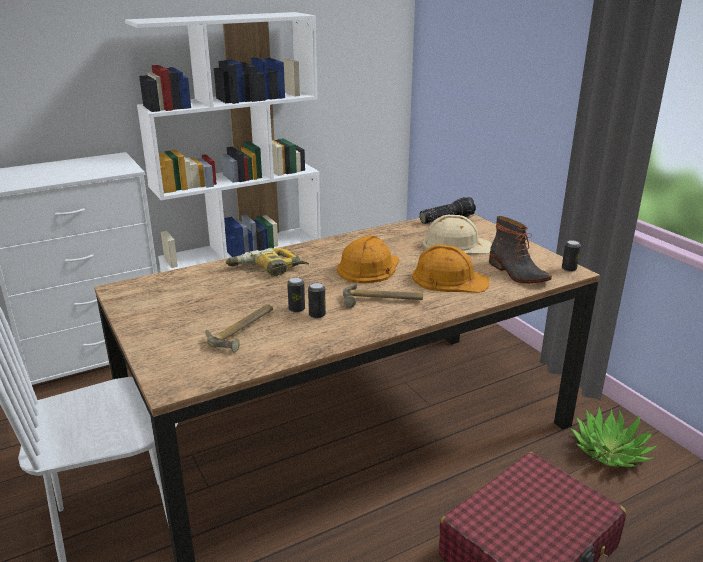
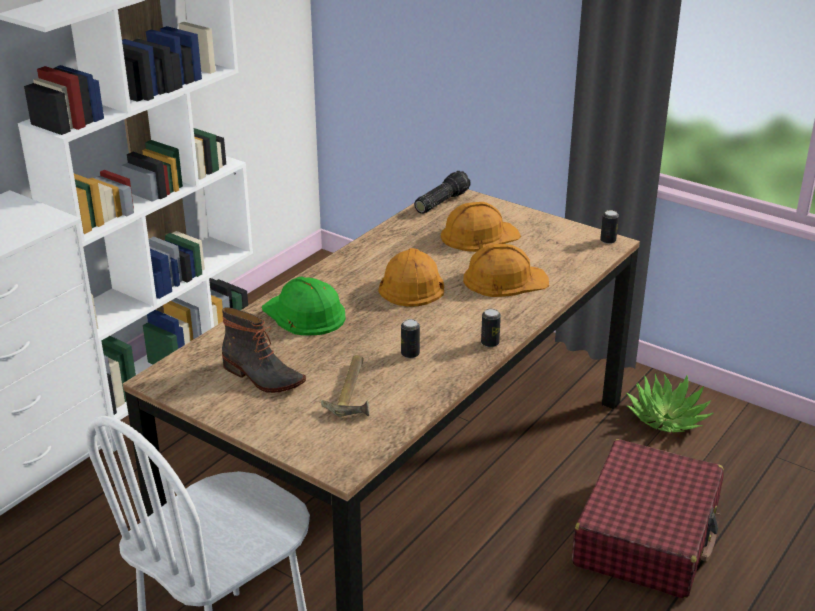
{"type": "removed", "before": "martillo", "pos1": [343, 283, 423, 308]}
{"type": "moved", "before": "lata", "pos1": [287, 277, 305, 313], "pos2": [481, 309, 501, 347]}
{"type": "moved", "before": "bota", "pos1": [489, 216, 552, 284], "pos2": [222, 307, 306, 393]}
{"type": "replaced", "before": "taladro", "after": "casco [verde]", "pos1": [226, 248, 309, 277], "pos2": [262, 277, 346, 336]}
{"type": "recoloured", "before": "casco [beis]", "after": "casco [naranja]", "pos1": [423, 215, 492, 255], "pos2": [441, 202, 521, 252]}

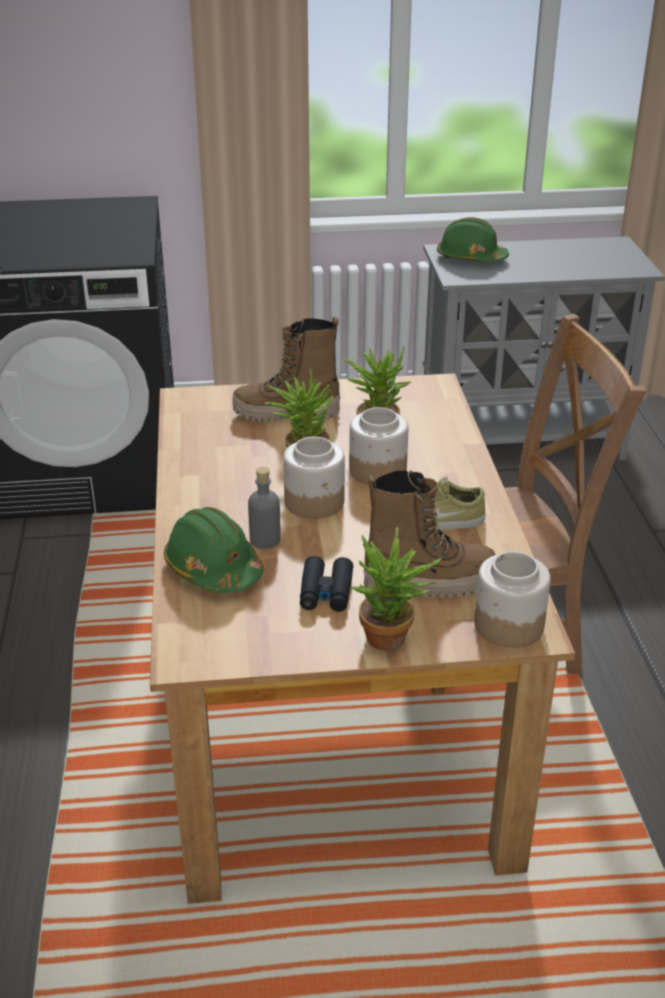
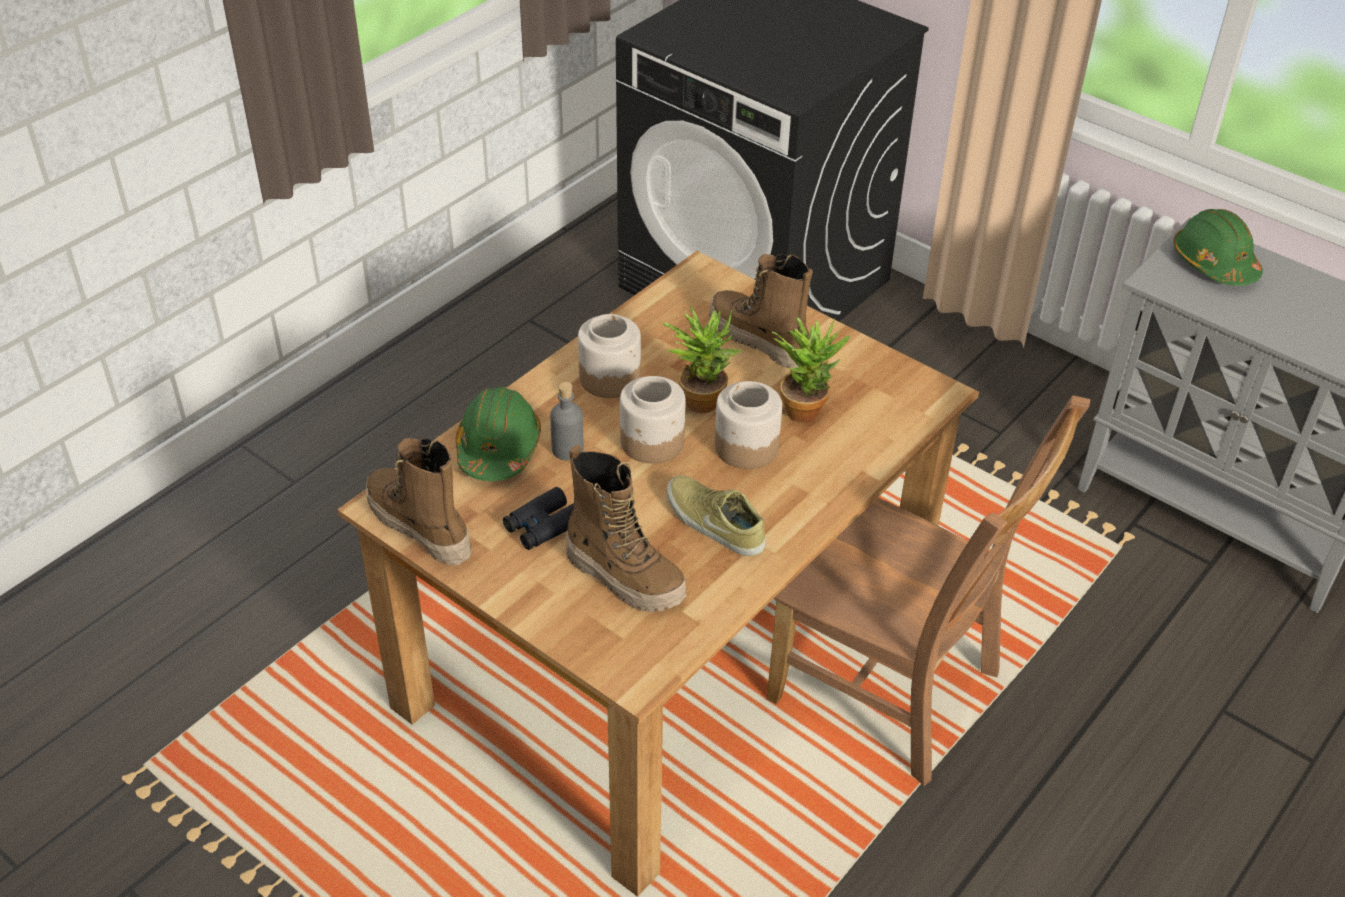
{"type": "removed", "before": "planta en maceta", "pos1": [351, 527, 441, 651]}
{"type": "added", "after": "bota", "pos2": [366, 438, 472, 565]}
{"type": "moved", "before": "tarro", "pos1": [474, 551, 551, 648], "pos2": [578, 314, 641, 398]}

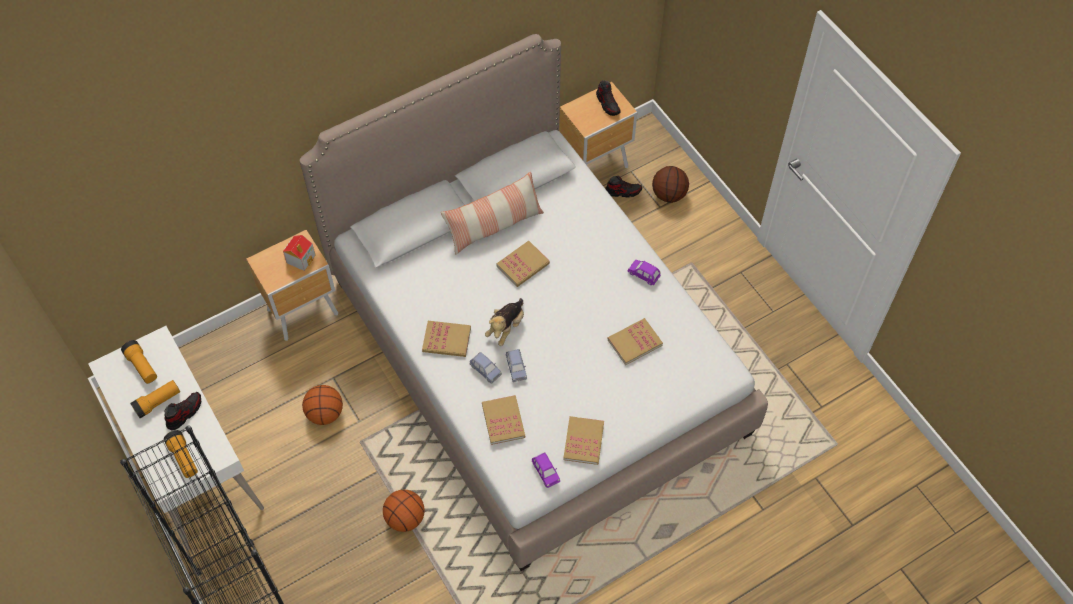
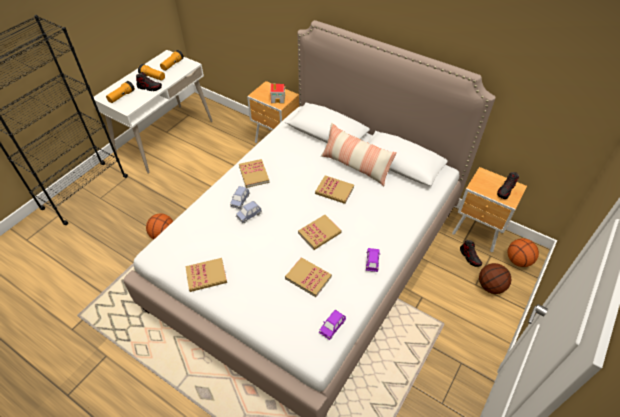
{"type": "removed", "before": "peluche", "pos1": [485, 298, 524, 346]}
{"type": "moved", "before": "balón de baloncesto", "pos1": [302, 385, 343, 425], "pos2": [508, 238, 539, 267]}
{"type": "moved", "before": "libro", "pos1": [482, 395, 525, 445], "pos2": [298, 215, 342, 250]}
{"type": "moved", "before": "coche de juguete [morado]", "pos1": [532, 452, 560, 488], "pos2": [319, 310, 346, 340]}

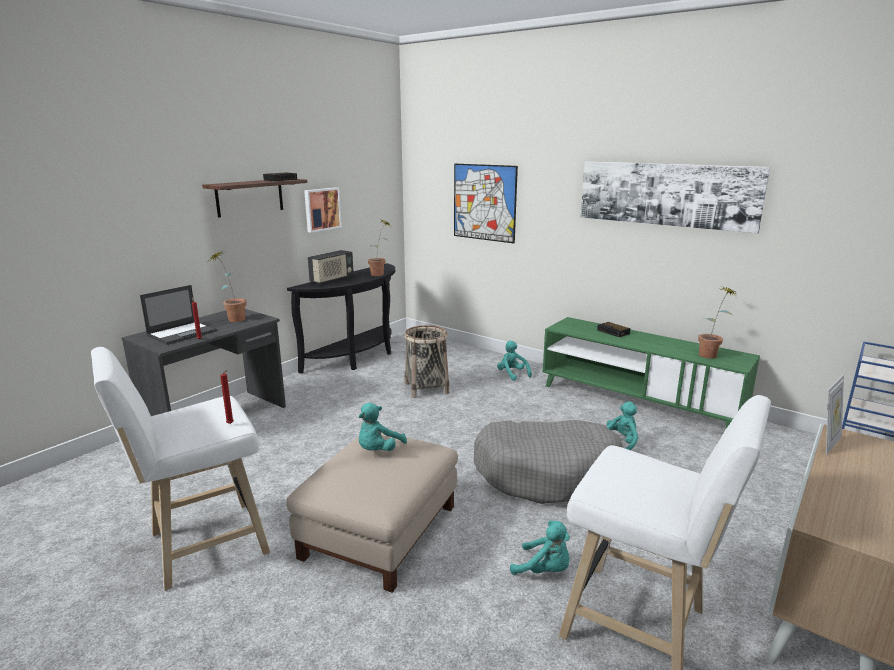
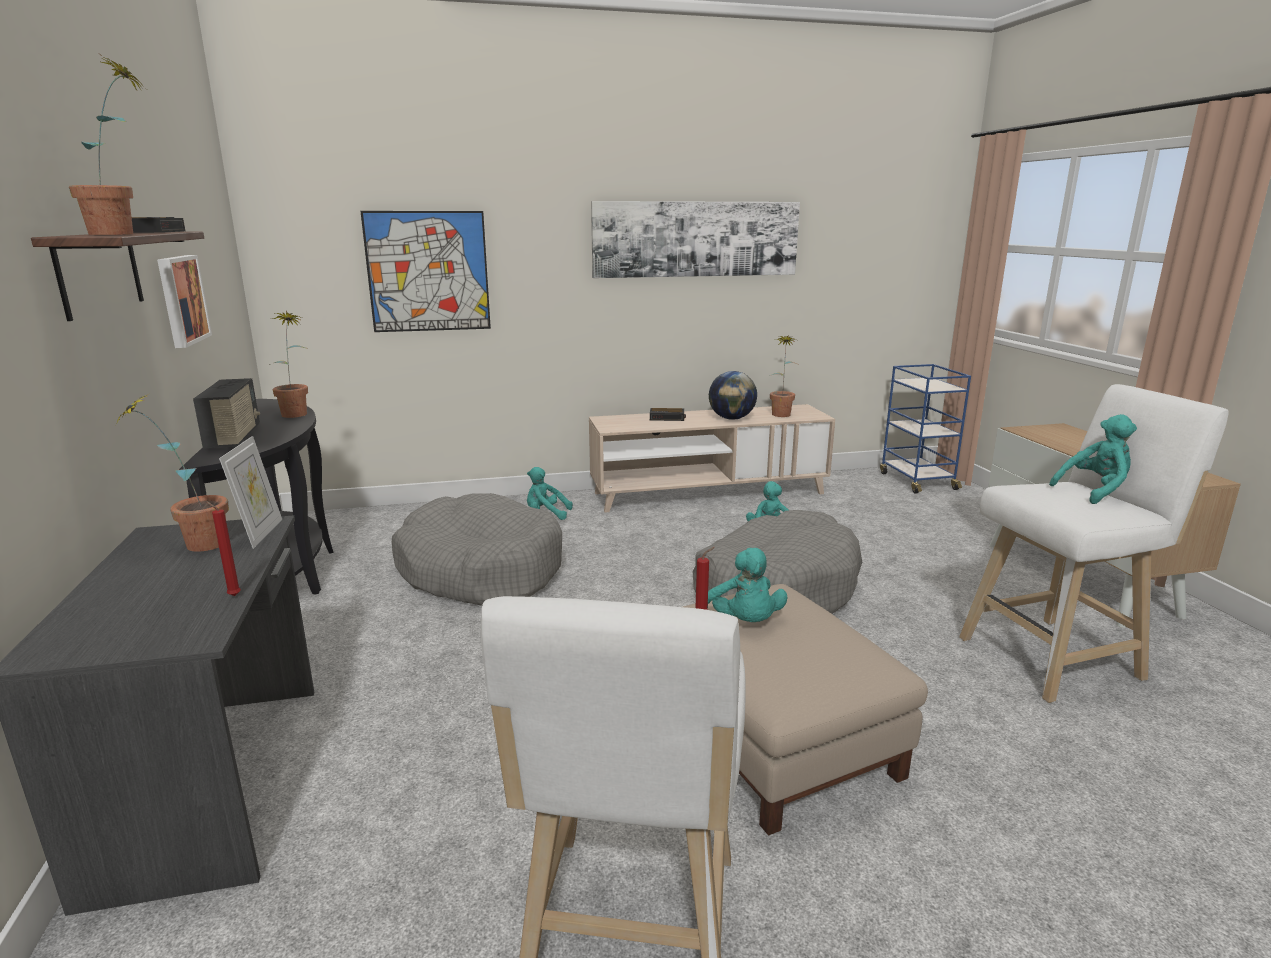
{"type": "removed", "before": "portátil", "pos1": [140, 285, 217, 345]}
{"type": "added", "after": "planta en maceta", "pos2": [69, 55, 145, 235]}
{"type": "added", "after": "globo terráqueo", "pos2": [709, 371, 757, 420]}
{"type": "moved", "before": "peluche [turquesa]", "pos1": [510, 520, 570, 575], "pos2": [1049, 414, 1137, 504]}
{"type": "moved", "before": "portarretratos", "pos1": [826, 374, 844, 455], "pos2": [219, 436, 282, 549]}
{"type": "replaced", "before": "cesta", "after": "cama para perro [gris]", "pos1": [404, 325, 450, 398], "pos2": [392, 493, 562, 606]}
{"type": "recoloured", "before": "mueble de televisión [verde]", "after": "mueble de televisión [beis]", "pos1": [543, 317, 760, 428], "pos2": [589, 404, 835, 513]}

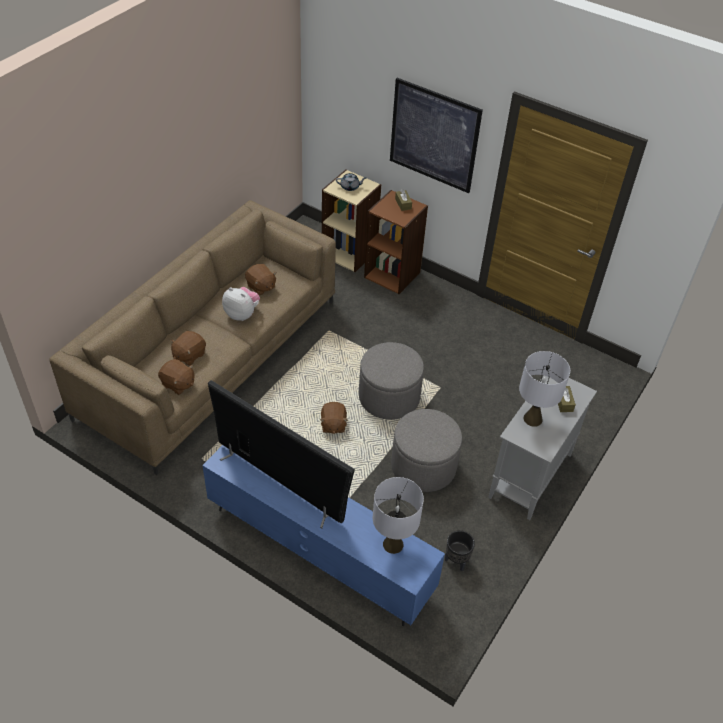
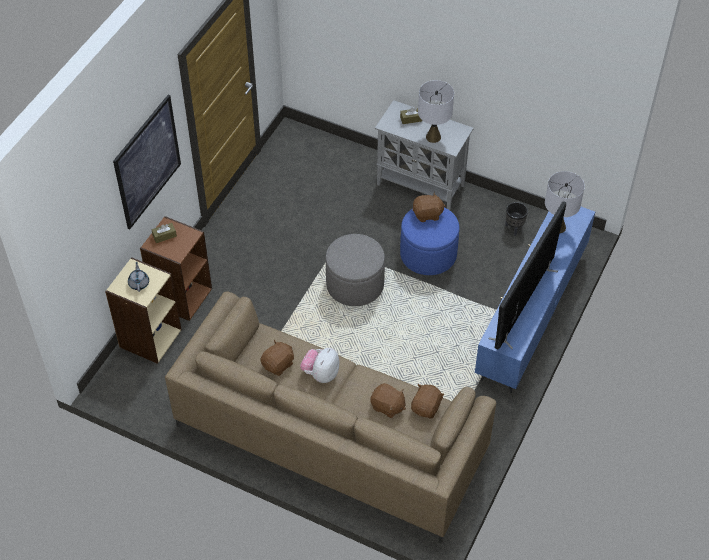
{"type": "moved", "before": "peluche [marrón]", "pos1": [320, 402, 348, 434], "pos2": [413, 192, 445, 222]}
{"type": "recoloured", "before": "puf [gris]", "after": "puf [azul]", "pos1": [391, 409, 462, 492], "pos2": [400, 207, 460, 275]}

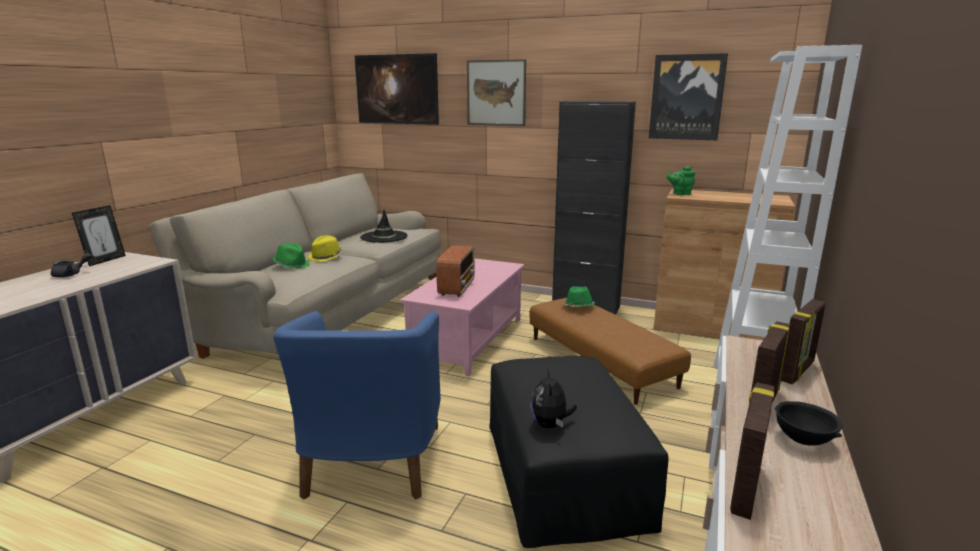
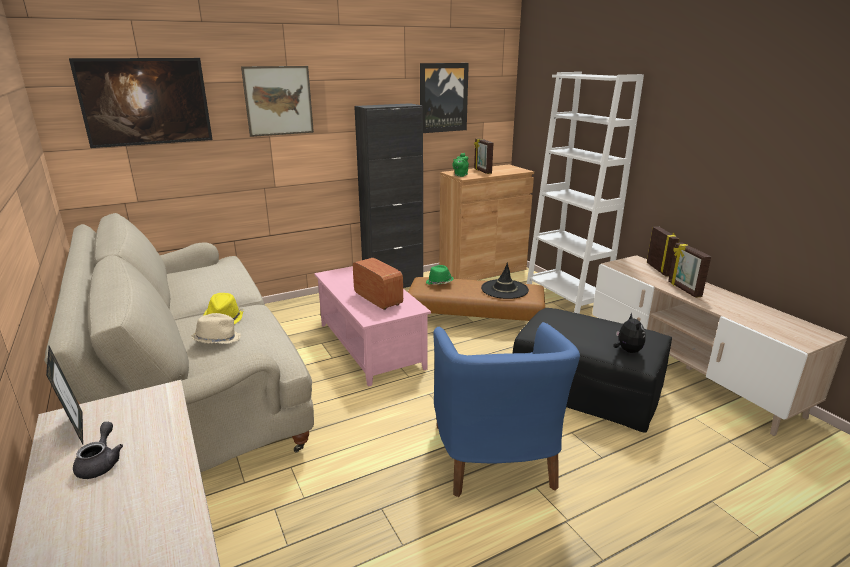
{"type": "removed", "before": "cuenco [negro]", "pos1": [775, 401, 843, 446]}
{"type": "moved", "before": "sombrero [negro]", "pos1": [360, 210, 408, 243], "pos2": [481, 262, 529, 299]}
{"type": "moved", "before": "portarretratos", "pos1": [730, 382, 775, 520], "pos2": [474, 138, 493, 174]}
{"type": "recoloured", "before": "sombrero [verde]", "after": "sombrero [beis]", "pos1": [273, 243, 310, 269], "pos2": [191, 313, 241, 344]}
{"type": "turned", "before": "sillón [azul]", "pos1": [273, 311, 441, 500], "pos2": [433, 322, 580, 497], "turn": 45}
{"type": "turned", "before": "peluche", "pos1": [530, 368, 577, 428], "pos2": [613, 313, 646, 353], "turn": -135}

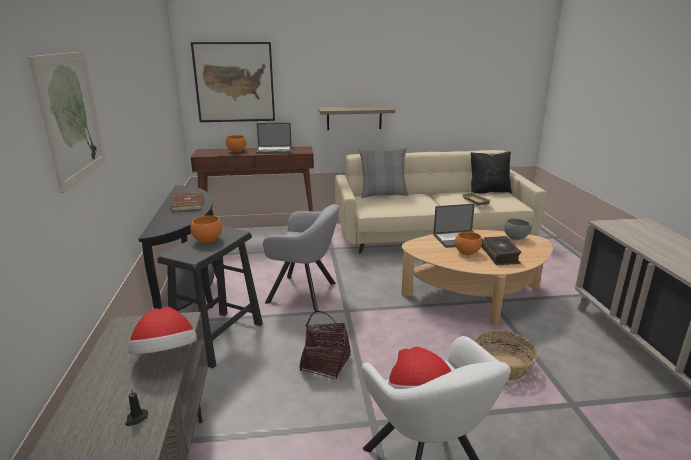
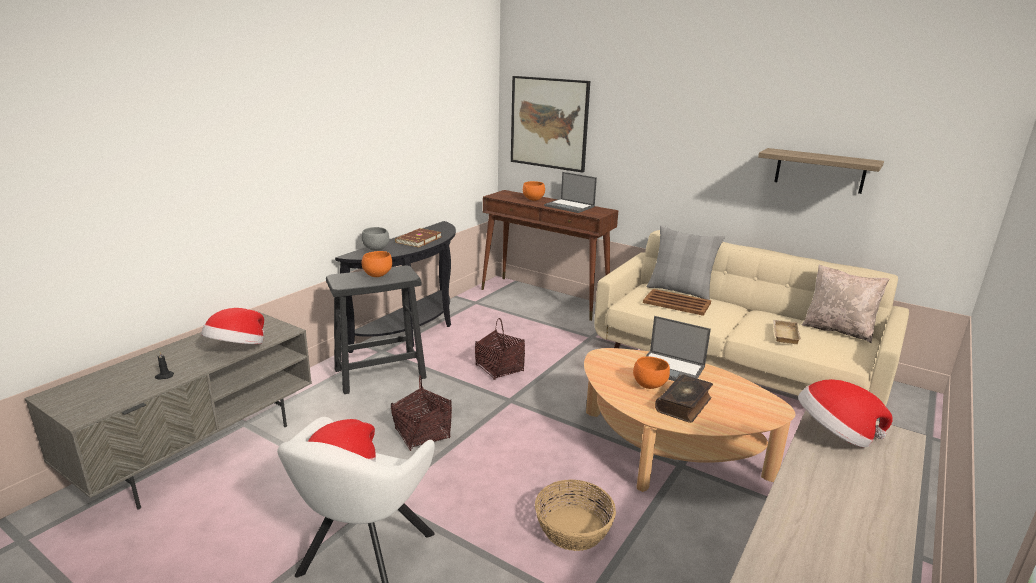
{"type": "removed", "before": "cuadro", "pos1": [29, 51, 106, 193]}
{"type": "added", "after": "bandeja [marrón]", "pos2": [643, 289, 711, 316]}
{"type": "added", "after": "sombrero", "pos2": [798, 379, 893, 447]}
{"type": "moved", "before": "estante", "pos1": [318, 106, 395, 130], "pos2": [758, 148, 884, 194]}
{"type": "moved", "before": "cuenco [gris]", "pos1": [504, 218, 530, 240], "pos2": [362, 227, 389, 251]}
{"type": "replaced", "before": "sillón [gris]", "after": "cesta", "pos1": [263, 204, 339, 311], "pos2": [475, 318, 525, 380]}
{"type": "recoloured", "before": "cojín [negro]", "after": "cojín [beis]", "pos1": [471, 151, 512, 194], "pos2": [801, 264, 890, 343]}

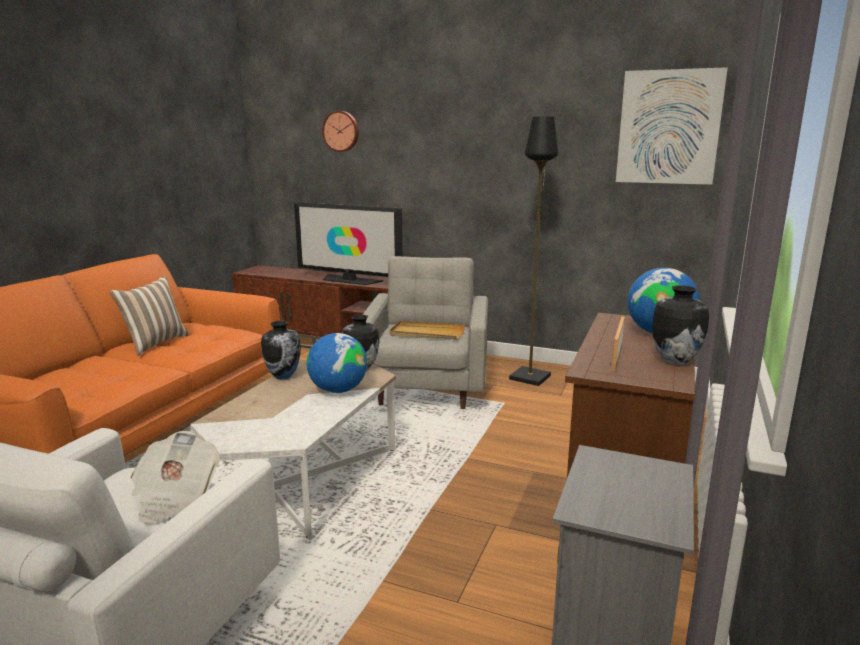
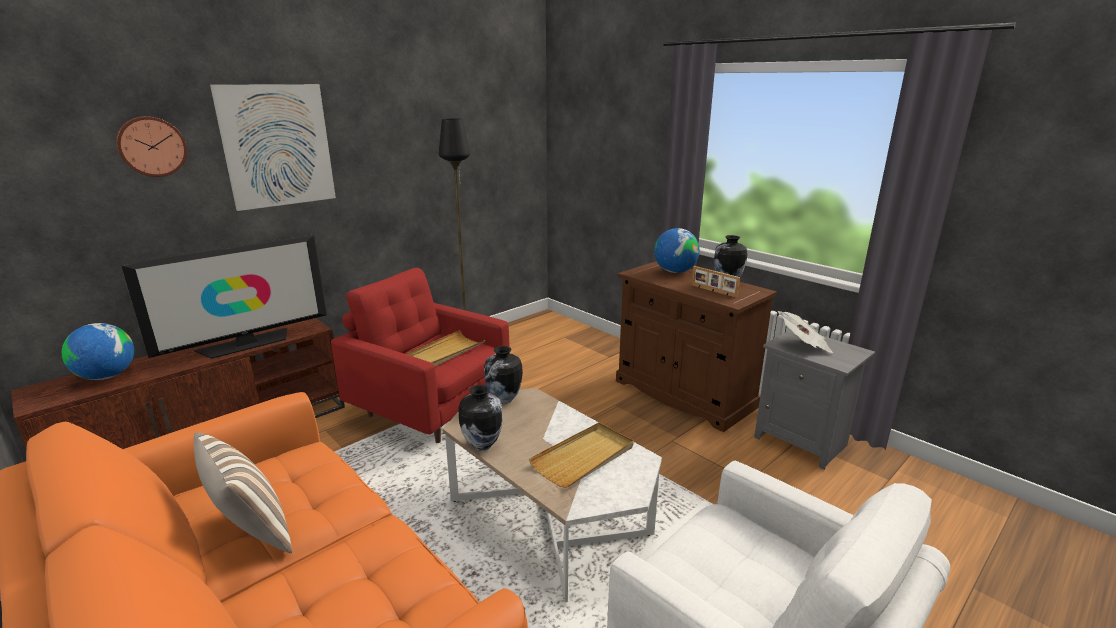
{"type": "added", "after": "bandeja [beis]", "pos2": [529, 422, 634, 488]}
{"type": "moved", "before": "periódico", "pos1": [131, 431, 220, 523], "pos2": [778, 311, 833, 353]}
{"type": "moved", "before": "globo terráqueo", "pos1": [307, 333, 367, 393], "pos2": [62, 323, 134, 380]}
{"type": "moved", "before": "cuadro", "pos1": [616, 67, 728, 185], "pos2": [210, 84, 336, 211]}
{"type": "recoloured", "before": "sillón [gris]", "after": "sillón [rojo]", "pos1": [363, 256, 488, 409], "pos2": [331, 268, 510, 443]}

